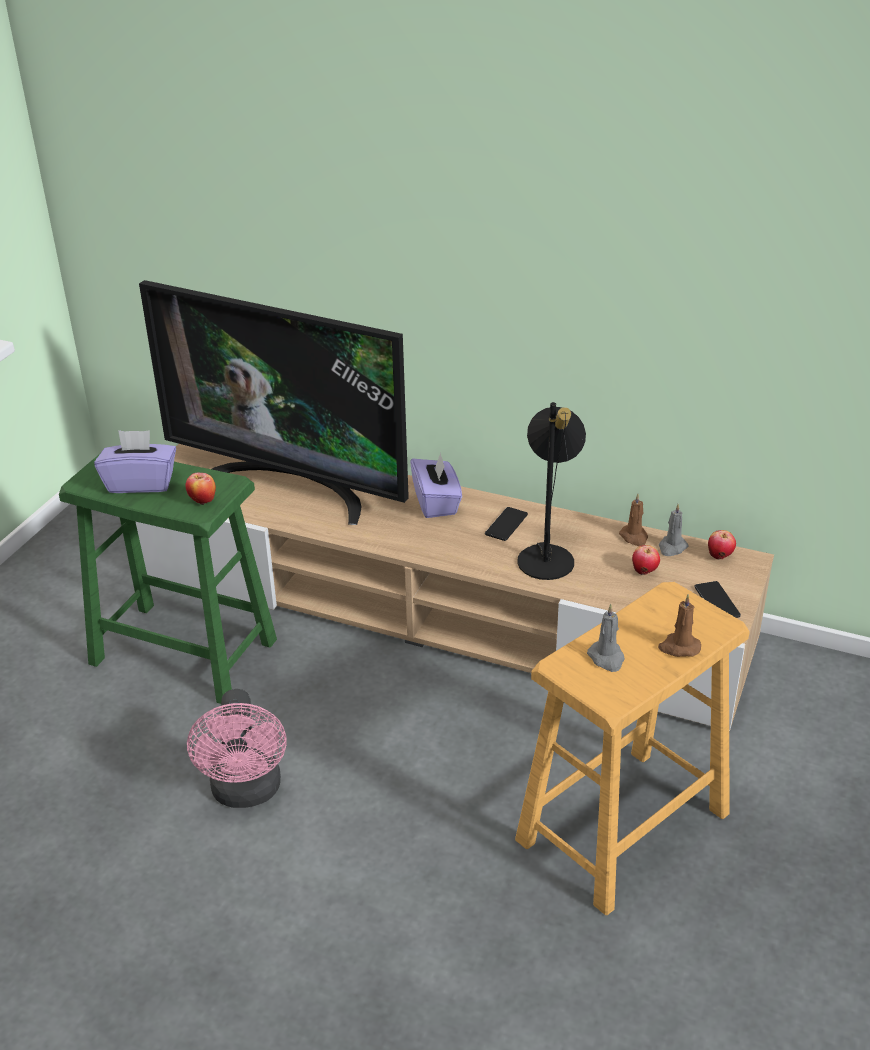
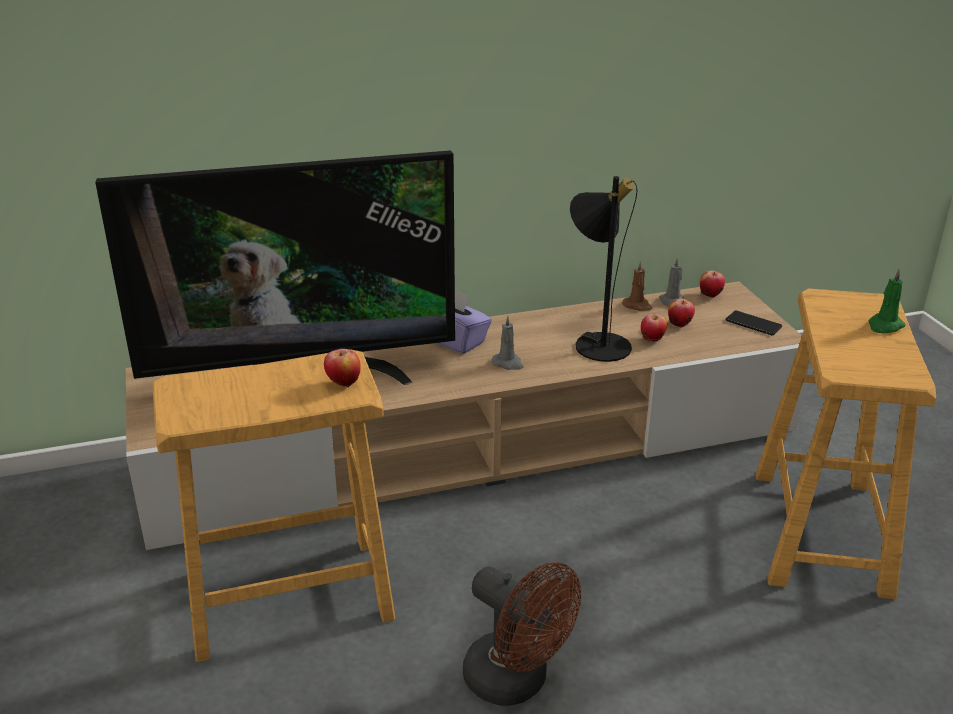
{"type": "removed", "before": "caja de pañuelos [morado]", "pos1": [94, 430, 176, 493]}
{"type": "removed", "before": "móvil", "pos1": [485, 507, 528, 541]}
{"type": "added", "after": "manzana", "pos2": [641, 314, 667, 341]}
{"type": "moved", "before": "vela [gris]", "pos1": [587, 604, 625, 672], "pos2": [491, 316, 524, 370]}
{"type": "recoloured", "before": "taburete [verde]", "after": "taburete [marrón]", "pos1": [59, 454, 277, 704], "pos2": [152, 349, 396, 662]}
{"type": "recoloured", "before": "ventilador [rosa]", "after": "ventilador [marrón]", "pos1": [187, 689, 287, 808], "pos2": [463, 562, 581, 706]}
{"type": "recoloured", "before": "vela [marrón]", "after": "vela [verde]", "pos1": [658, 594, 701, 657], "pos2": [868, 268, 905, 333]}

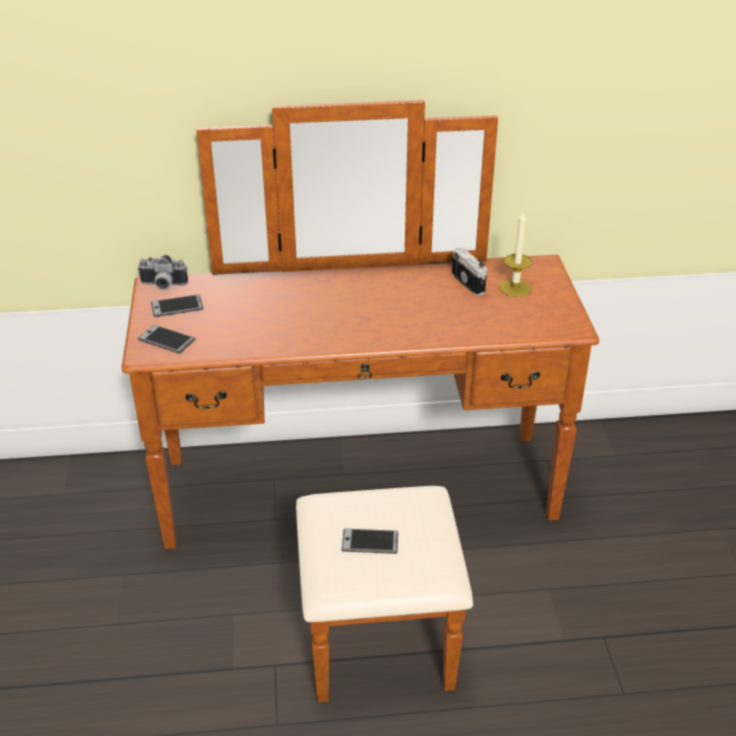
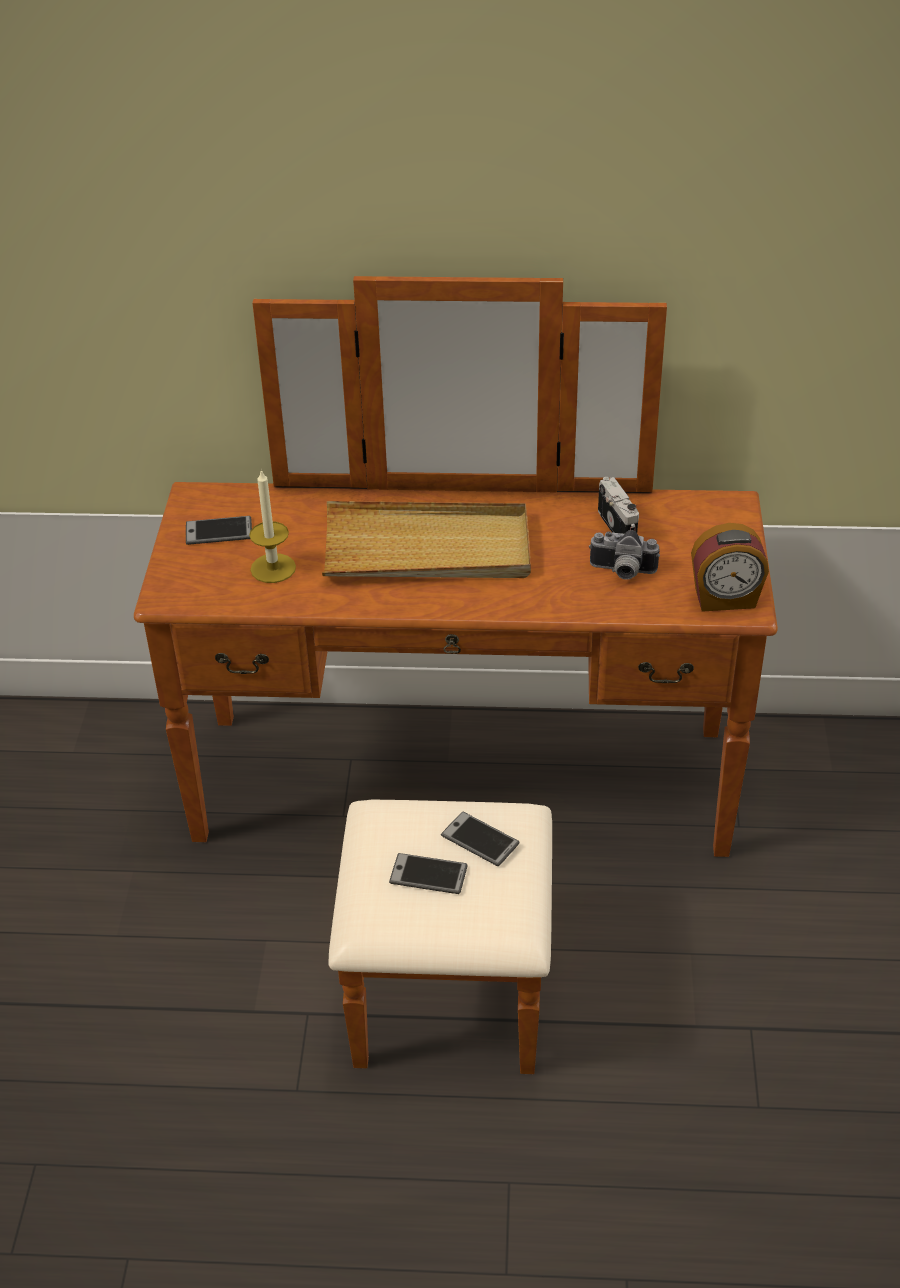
{"type": "added", "after": "bandeja [beis]", "pos2": [322, 501, 531, 578]}
{"type": "added", "after": "despertador", "pos2": [691, 523, 769, 612]}
{"type": "moved", "before": "cámara", "pos1": [137, 255, 188, 289], "pos2": [589, 530, 660, 580]}
{"type": "moved", "before": "móvil", "pos1": [138, 325, 195, 354], "pos2": [441, 811, 519, 866]}
{"type": "moved", "before": "vela", "pos1": [499, 211, 532, 297], "pos2": [249, 469, 296, 583]}

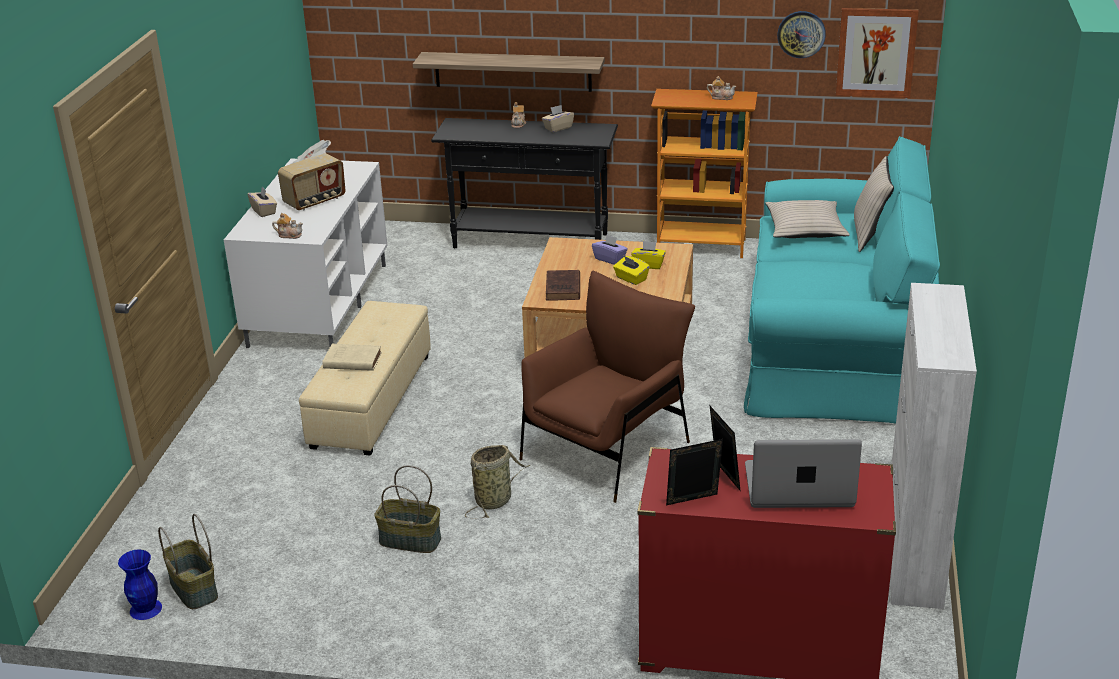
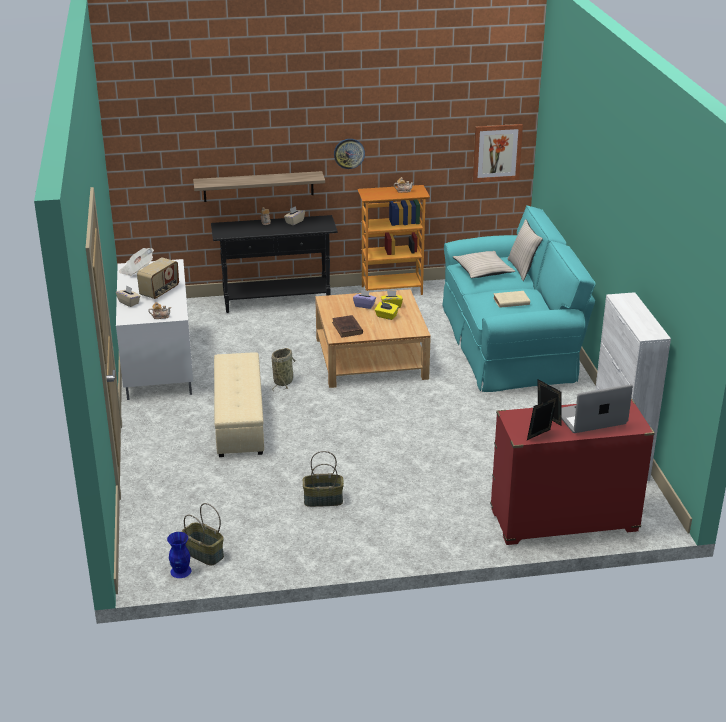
{"type": "removed", "before": "sillón [marrón]", "pos1": [519, 271, 695, 503]}
{"type": "moved", "before": "libro [beis]", "pos1": [323, 344, 382, 371], "pos2": [493, 291, 530, 308]}
{"type": "moved", "before": "cesta", "pos1": [465, 445, 531, 518], "pos2": [272, 348, 295, 390]}
{"type": "moved", "before": "reloj de pared", "pos1": [777, 11, 826, 58], "pos2": [334, 139, 365, 169]}

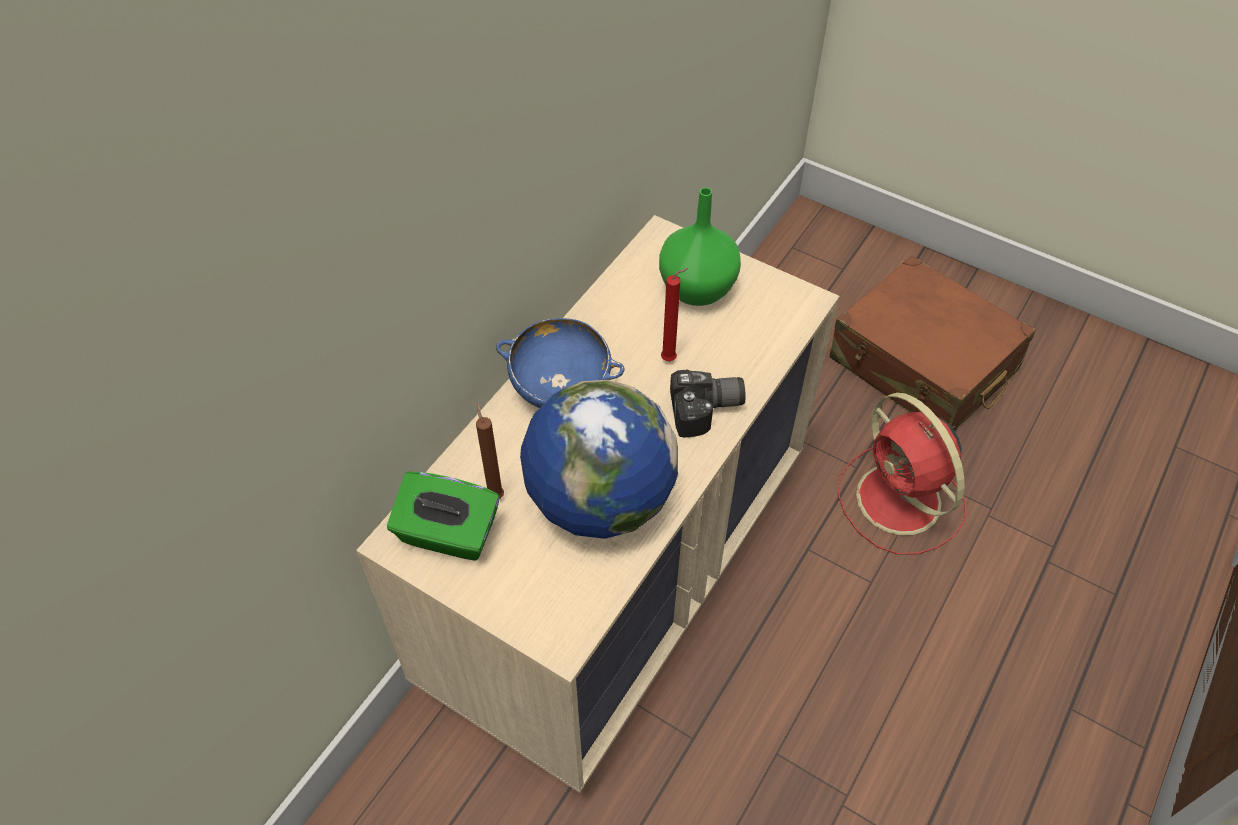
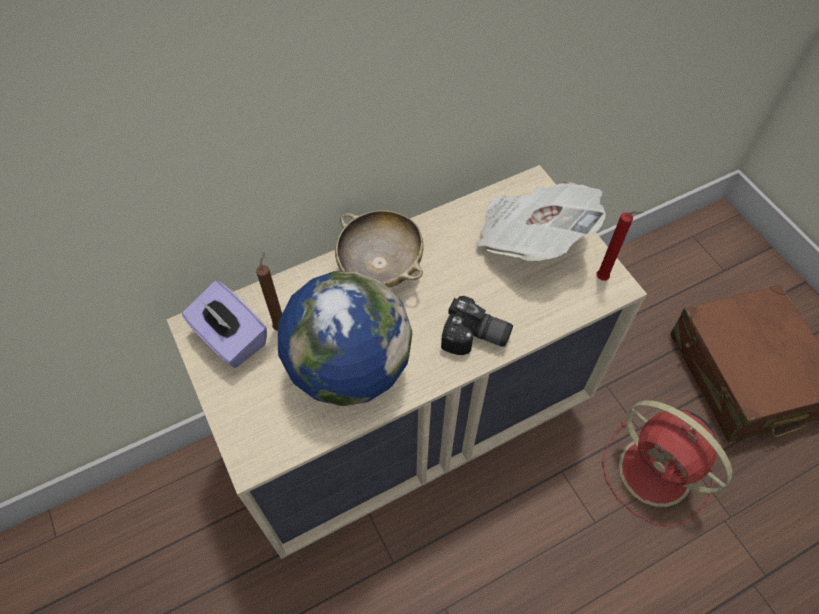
{"type": "moved", "before": "vela [rojo]", "pos1": [661, 268, 689, 361], "pos2": [596, 211, 644, 281]}
{"type": "replaced", "before": "florero [verde]", "after": "periódico", "pos1": [659, 188, 741, 306], "pos2": [476, 182, 606, 261]}
{"type": "recoloured", "before": "caja de pañuelos [verde]", "after": "caja de pañuelos [morado]", "pos1": [387, 472, 500, 561], "pos2": [182, 281, 267, 368]}
{"type": "recoloured", "before": "cuenco [azul]", "after": "cuenco [beis]", "pos1": [496, 318, 624, 408], "pos2": [335, 210, 423, 288]}
{"type": "turned", "before": "ventilador [rojo]", "pos1": [837, 393, 966, 555], "pos2": [602, 400, 733, 526], "turn": -45}

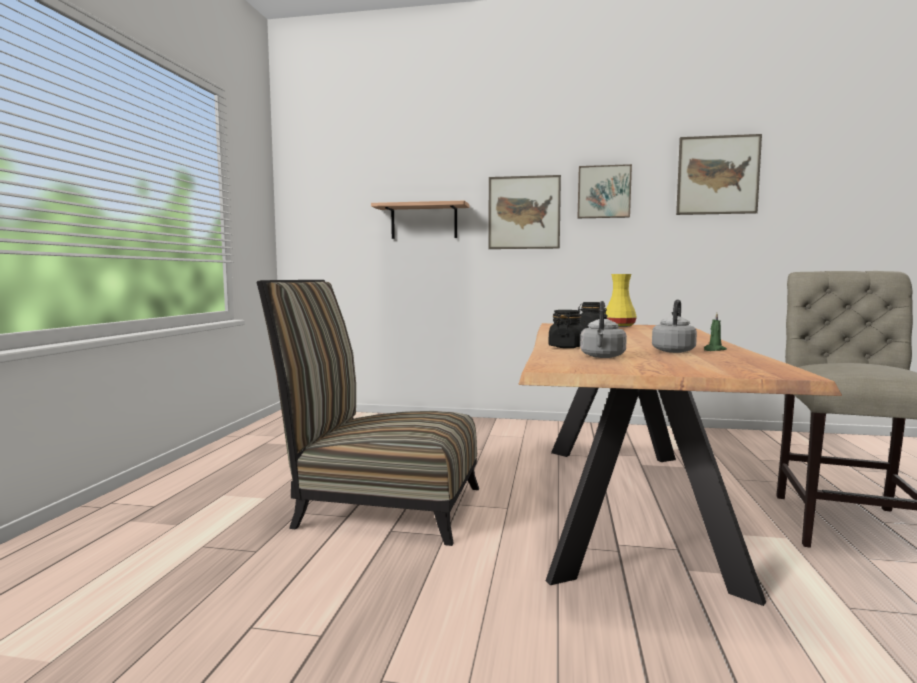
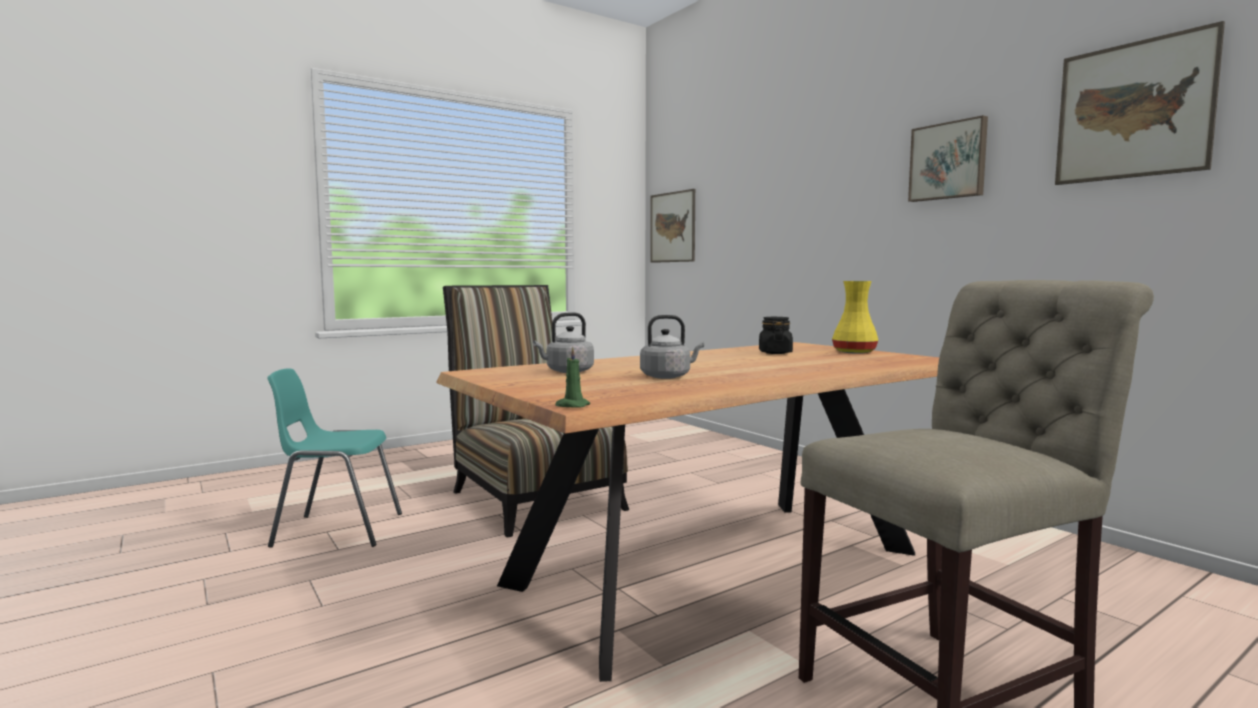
{"type": "removed", "before": "estante", "pos1": [371, 201, 469, 239]}
{"type": "removed", "before": "tarro [negro]", "pos1": [548, 310, 584, 348]}
{"type": "added", "after": "silla [turquesa]", "pos2": [267, 368, 402, 548]}
{"type": "moved", "before": "cuadro", "pos1": [488, 175, 561, 249], "pos2": [650, 189, 695, 263]}
{"type": "moved", "before": "vela [verde]", "pos1": [704, 313, 727, 351], "pos2": [555, 347, 590, 408]}

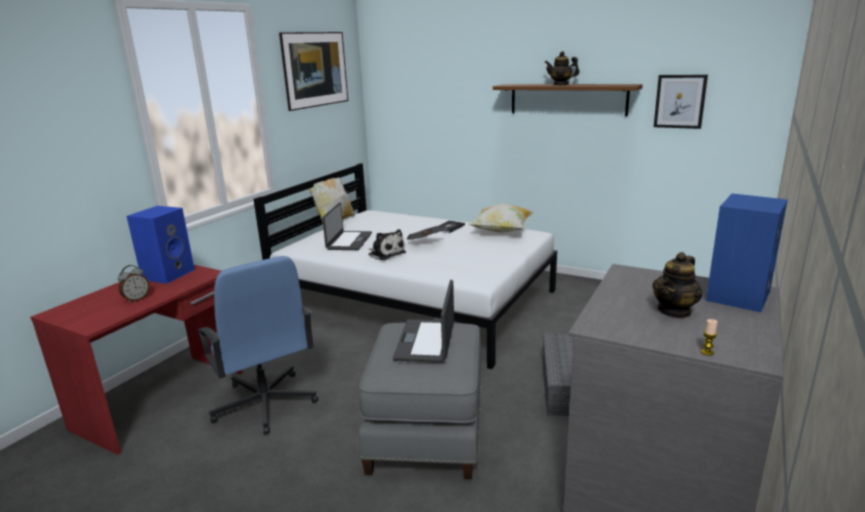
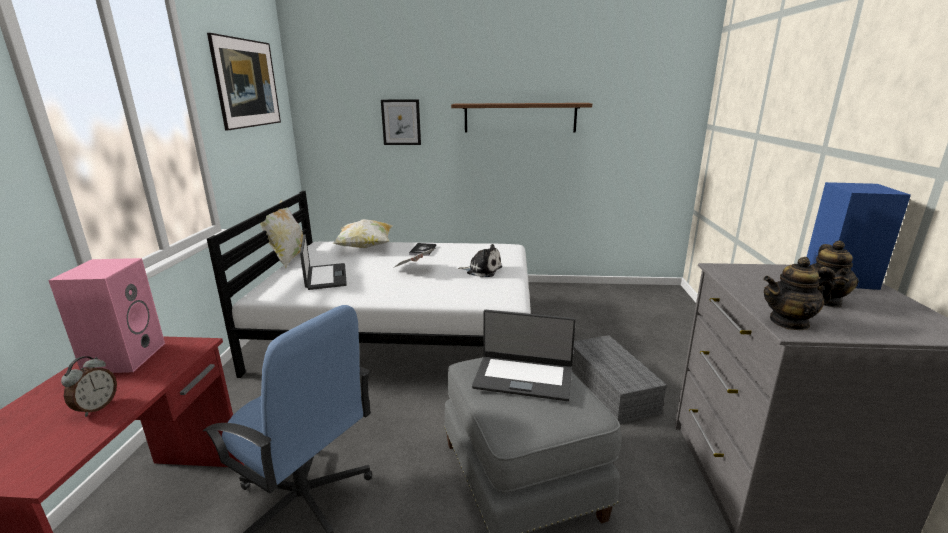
{"type": "removed", "before": "vela", "pos1": [701, 319, 718, 356]}
{"type": "moved", "before": "peluche", "pos1": [368, 229, 406, 260], "pos2": [458, 244, 502, 277]}
{"type": "moved", "before": "cojín", "pos1": [469, 203, 534, 233], "pos2": [333, 219, 393, 248]}
{"type": "moved", "before": "tetera", "pos1": [544, 51, 580, 85], "pos2": [763, 257, 835, 330]}
{"type": "moved", "before": "cuadro", "pos1": [654, 75, 708, 129], "pos2": [381, 99, 421, 145]}
{"type": "recoloured", "before": "altavoz [azul]", "after": "altavoz [rosa]", "pos1": [127, 206, 195, 284], "pos2": [48, 258, 165, 373]}
{"type": "turned", "before": "portátil", "pos1": [393, 280, 454, 363], "pos2": [472, 310, 576, 401], "turn": -60}

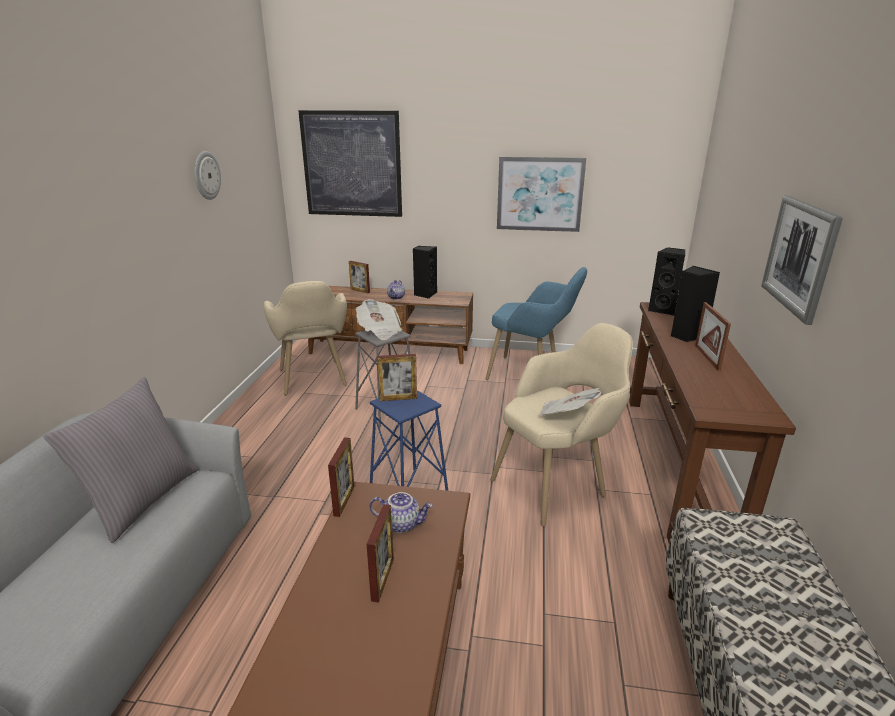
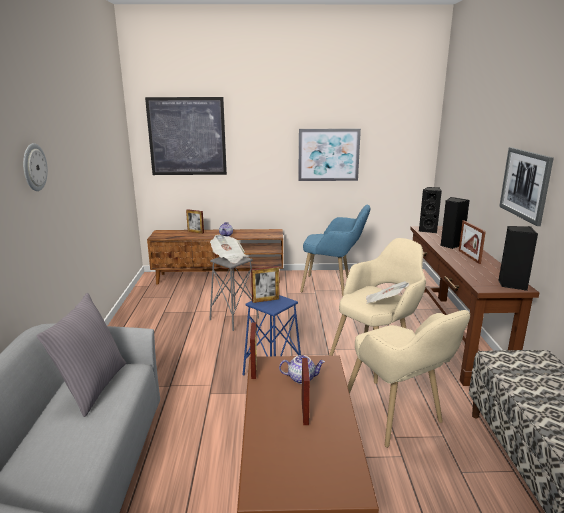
{"type": "moved", "before": "reloj de pared", "pos1": [194, 151, 221, 200], "pos2": [23, 143, 48, 191]}
{"type": "moved", "before": "sillón [beis]", "pos1": [264, 281, 347, 395], "pos2": [348, 310, 470, 448]}
{"type": "moved", "before": "altavoz [negro]", "pos1": [413, 246, 437, 299], "pos2": [498, 226, 538, 291]}

